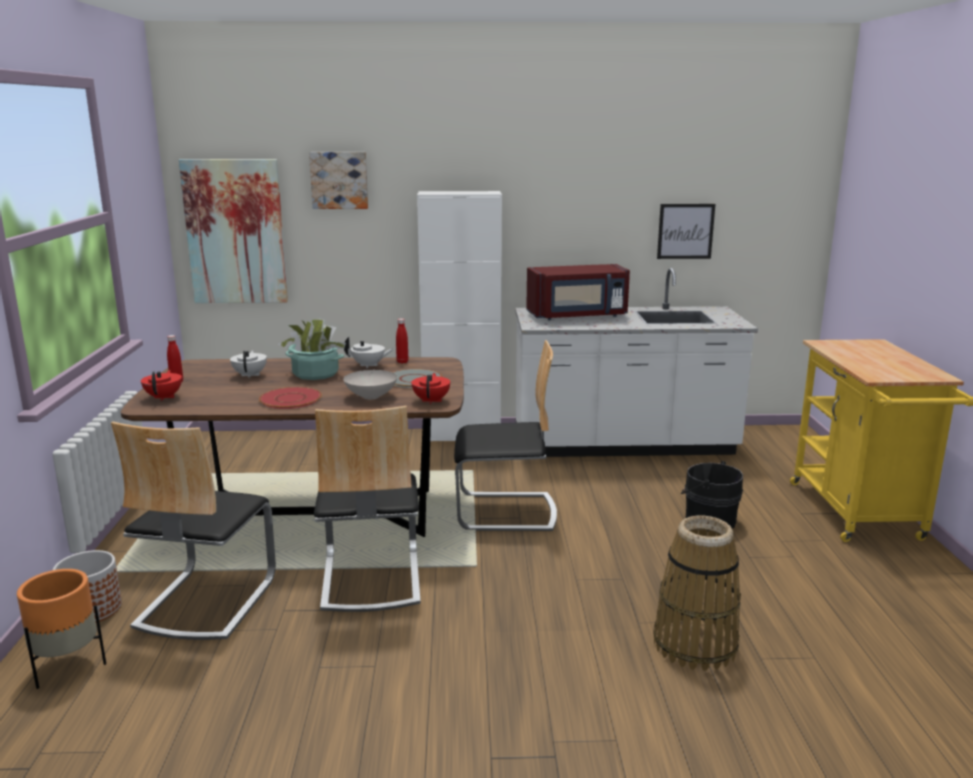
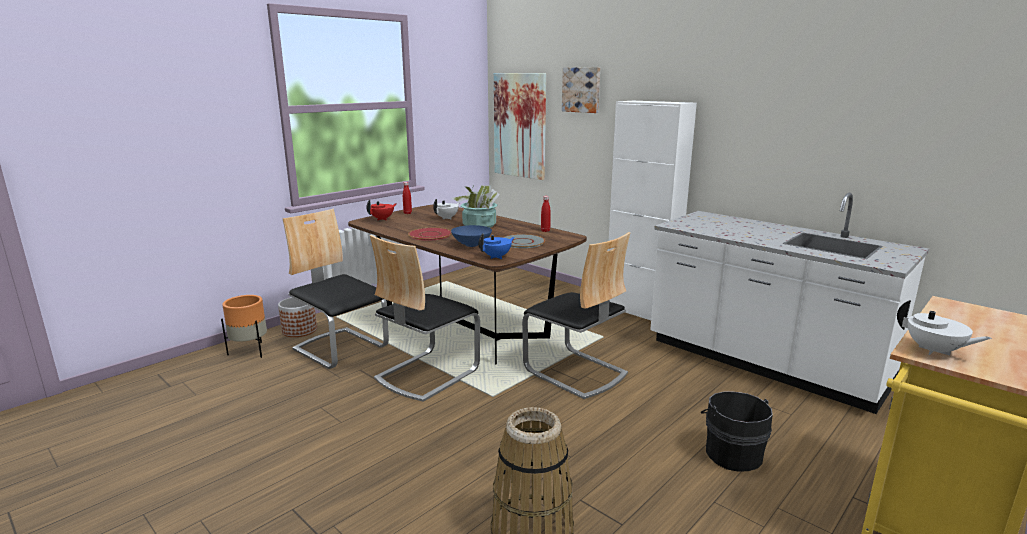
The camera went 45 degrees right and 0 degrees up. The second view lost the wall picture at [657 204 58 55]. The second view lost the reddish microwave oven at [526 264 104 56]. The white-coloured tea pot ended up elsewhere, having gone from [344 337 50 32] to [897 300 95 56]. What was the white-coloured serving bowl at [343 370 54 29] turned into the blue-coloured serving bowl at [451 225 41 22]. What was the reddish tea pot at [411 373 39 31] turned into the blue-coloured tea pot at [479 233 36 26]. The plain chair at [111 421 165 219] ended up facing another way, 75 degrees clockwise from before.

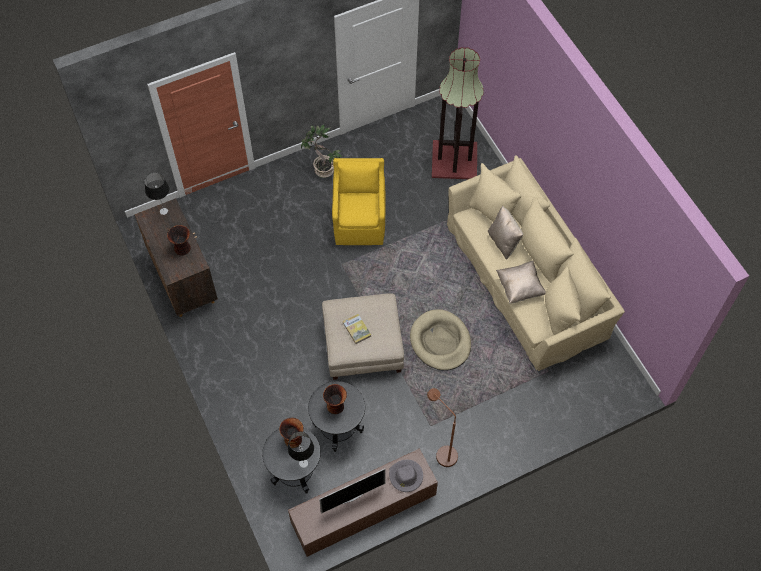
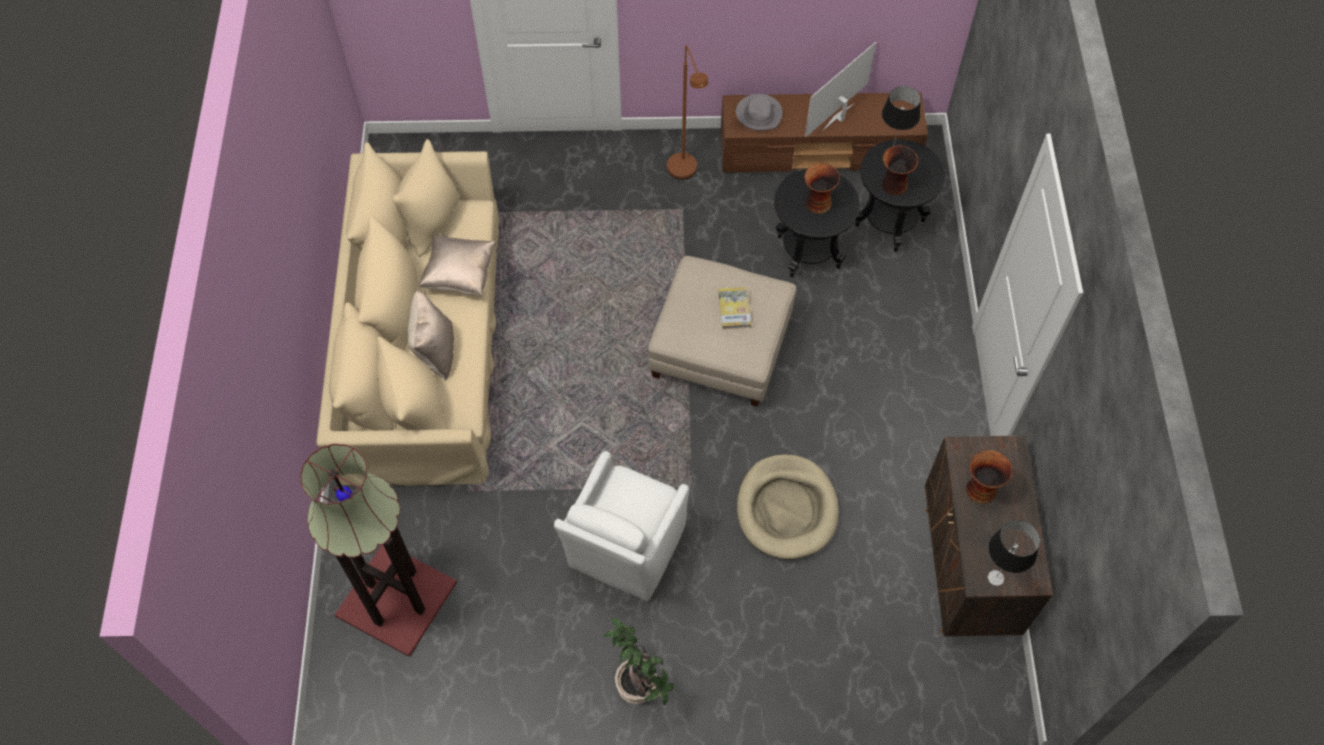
The camera went 155 degrees left and 0 degrees up. What was the yellow-coloured lounge chair at [332 158 54 87] turned into the white-coloured lounge chair at [554 451 135 150]. The sand-coloured dog bed ended up elsewhere, having gone from [410 309 61 61] to [737 454 102 106]. The television at [319 469 67 45] ended up facing another way, 45 degrees counterclockwise from before.

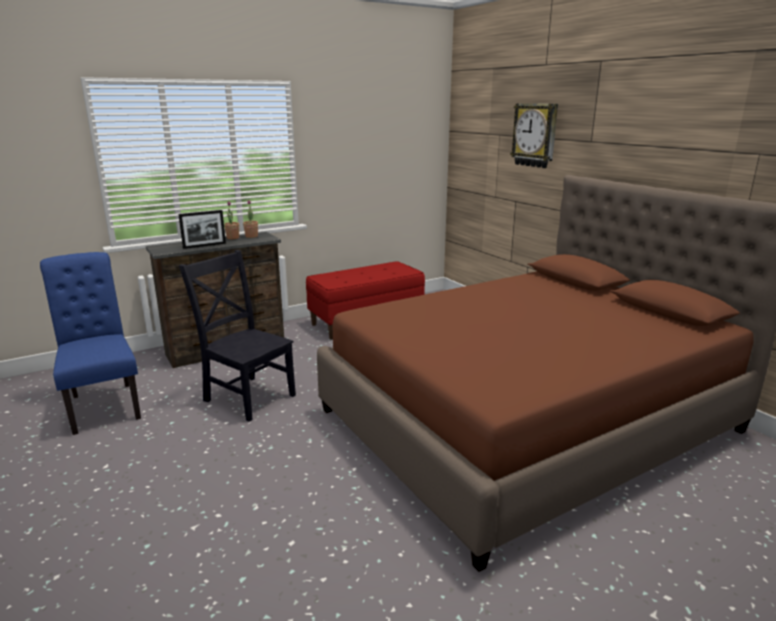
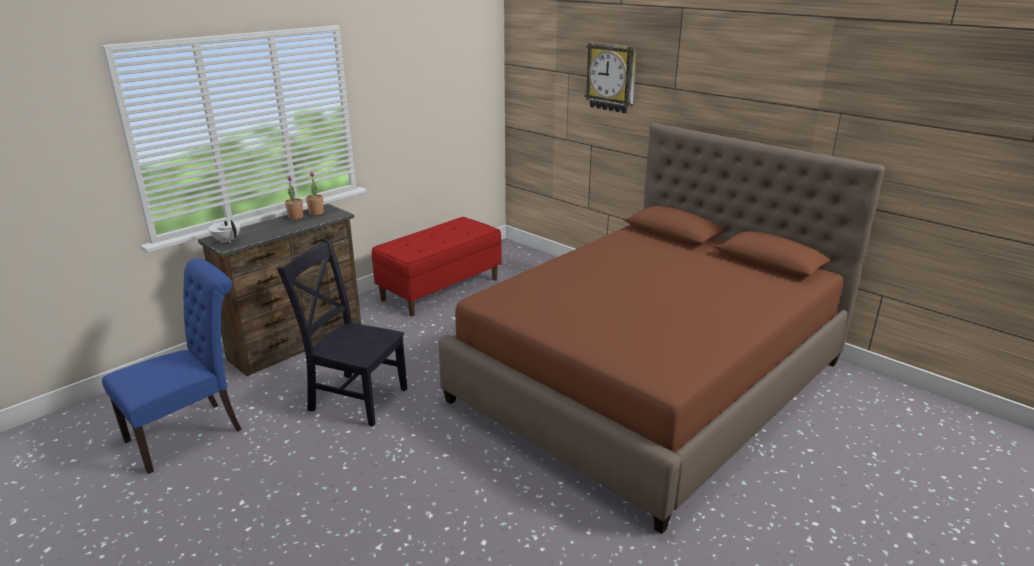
The camera went 15 degrees left and 5 degrees up. The second view lost the standing frame at [178 210 48 39]. The blue-coloured plain chair at [40 252 101 183] ended up facing another way, 90 degrees clockwise from before. The second view gained the white-coloured tea pot at [208 220 32 23].

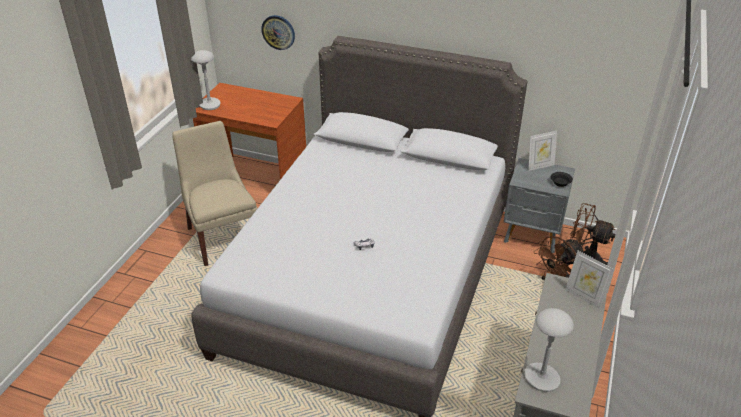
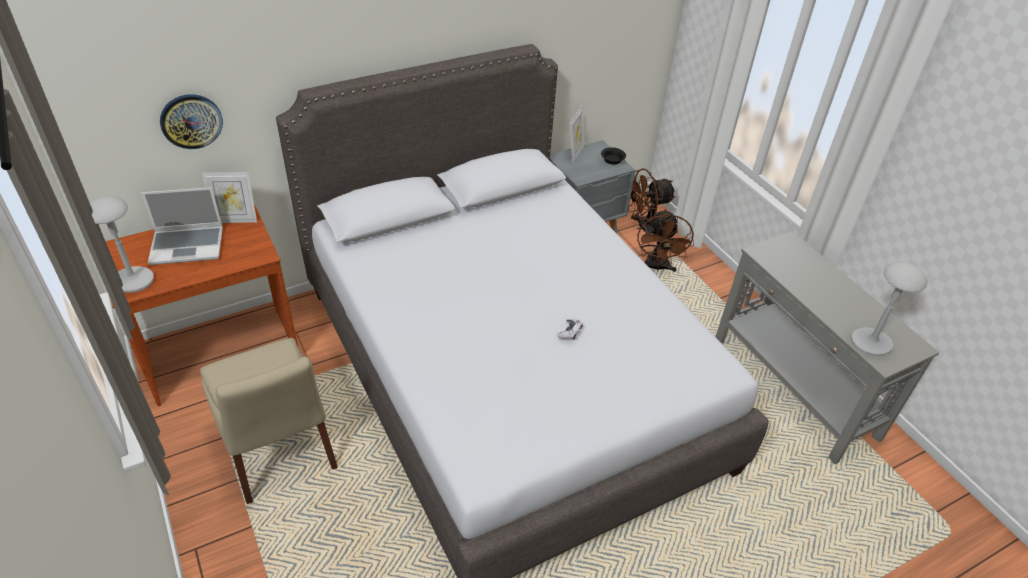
The camera went 50 degrees left and 5 degrees up. The sand-coloured plain chair at [172 121 85 145] ended up facing another way, 135 degrees counterclockwise from before. The standing frame ended up elsewhere, having gone from [565 251 49 58] to [202 172 55 51]. The second view gained the notebook computer at [141 187 82 78].

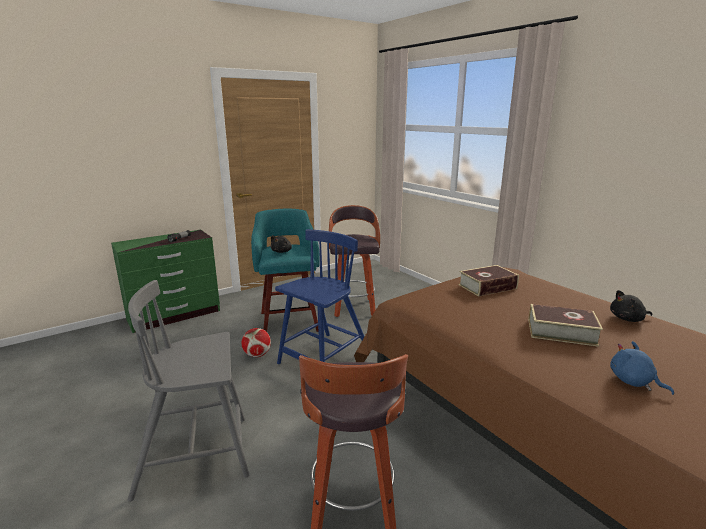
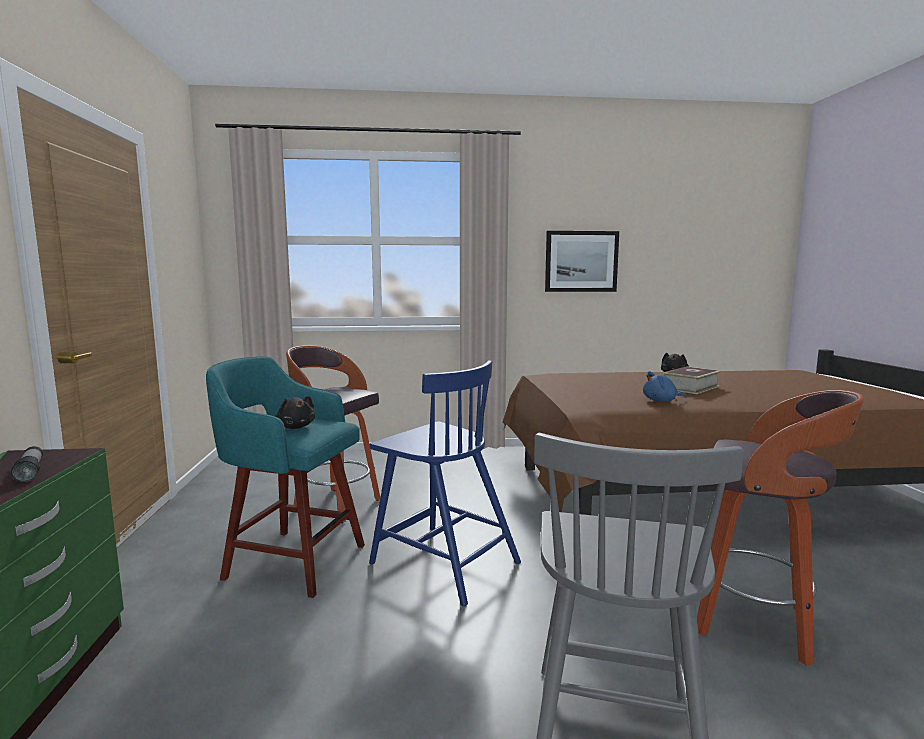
The camera went 60 degrees left and 10 degrees down. The blue-coloured plain chair at [275 229 90 135] ended up facing another way, 150 degrees clockwise from before. The second view lost the book at [458 265 61 32]. The second view lost the football ball at [242 328 29 29]. The blue-coloured cuddly toy ended up elsewhere, having gone from [610 341 64 54] to [643 371 43 31]. The second view gained the wall picture at [545 231 74 61].

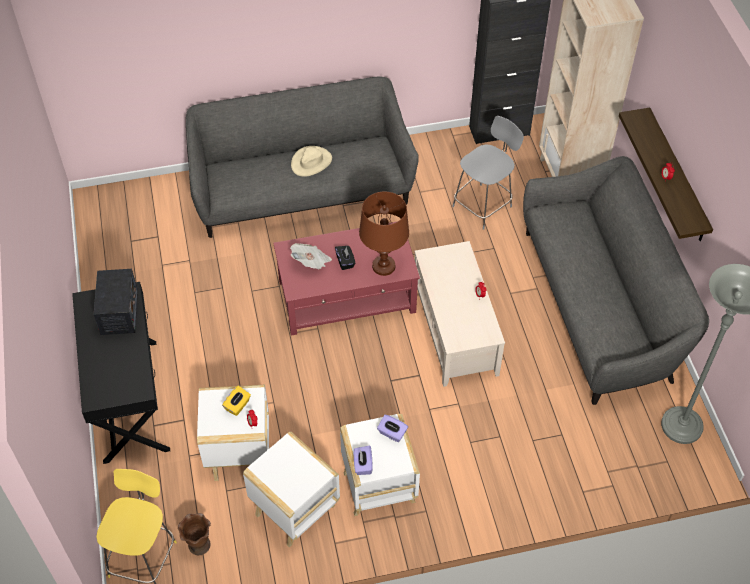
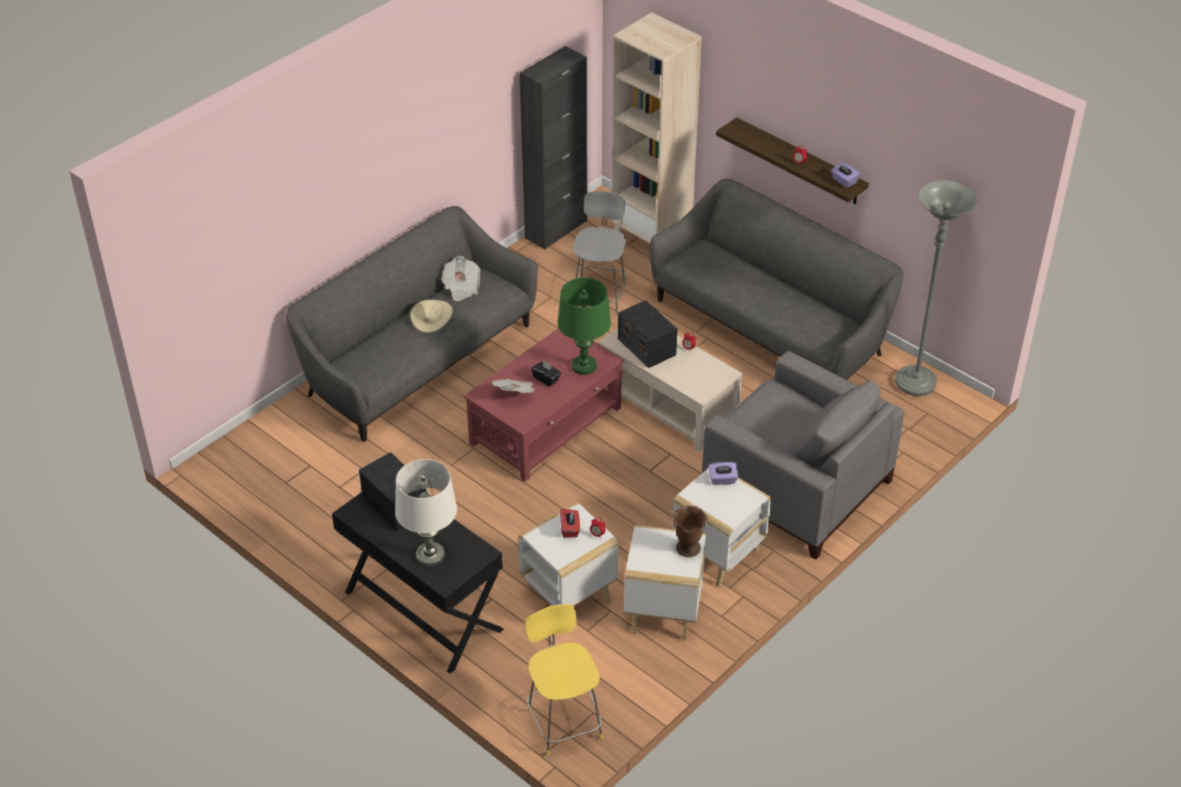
The camera went 35 degrees left and 10 degrees down. What was the brown-coloured tabletop lamp at [359 191 50 85] turned into the green tabletop lamp at [558 278 53 97]. What was the yellow-coloured tissue holder at [222 386 29 30] turned into the reddish tissue holder at [560 509 20 29]. The purplish tissue holder ended up elsewhere, having gone from [354 446 19 29] to [831 162 29 26]. The brown-coloured decorative vase ended up elsewhere, having gone from [178 513 33 42] to [672 506 36 51]. The second view gained the newspaper at [441 256 40 45]. The second view gained the radio set at [618 300 59 68]. The second view gained the gray lounge chair at [702 351 203 209]. The second view gained the white-coloured tabletop lamp at [395 459 62 107].

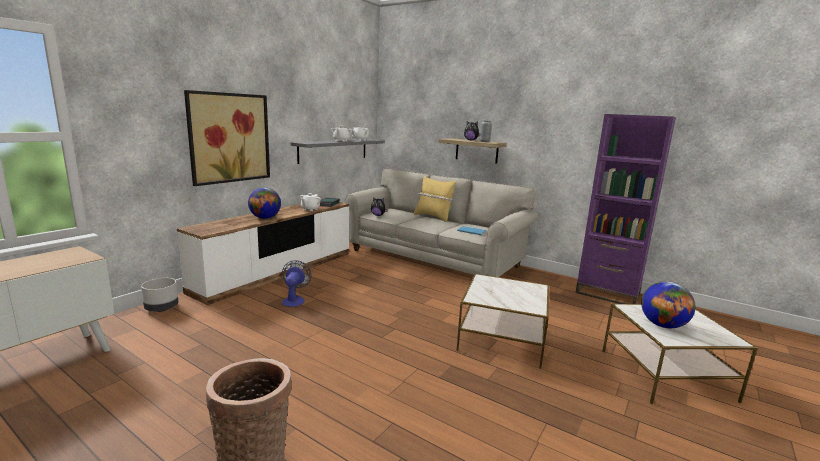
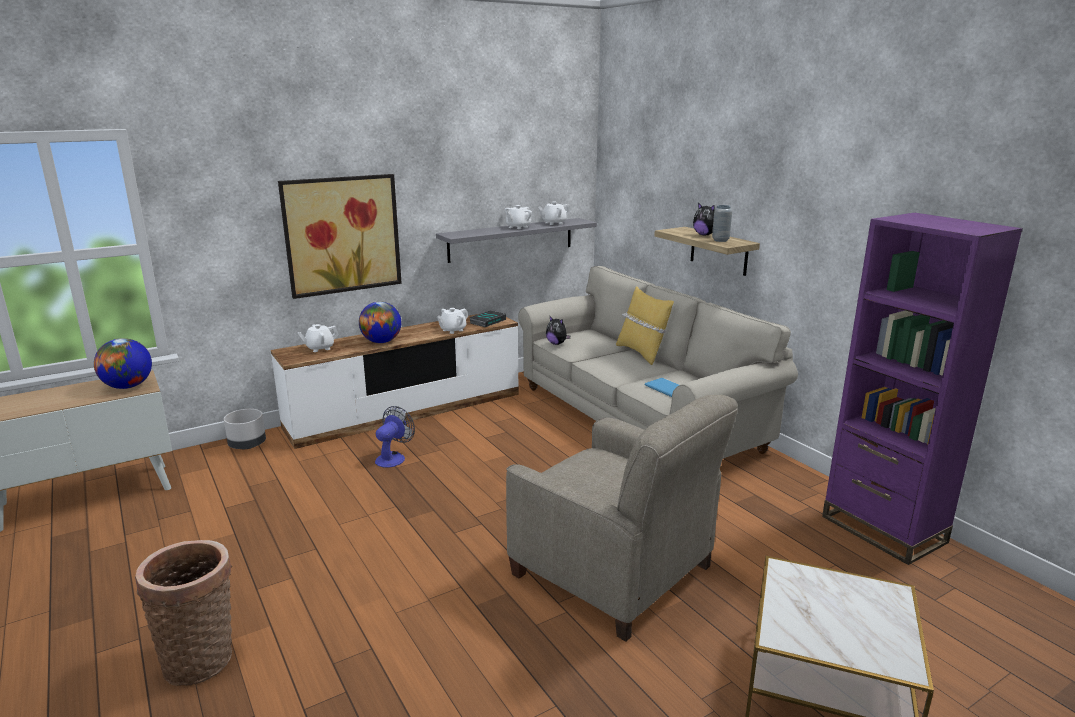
The camera went 25 degrees right and 5 degrees up. Where the accent table stood at [456 274 93 95], the sand-coloured lounge chair came to stand at [506 395 232 247]. The globe ended up elsewhere, having gone from [641 281 54 47] to [94 338 58 51]. The second view gained the white-coloured tea pot at [298 324 41 28].

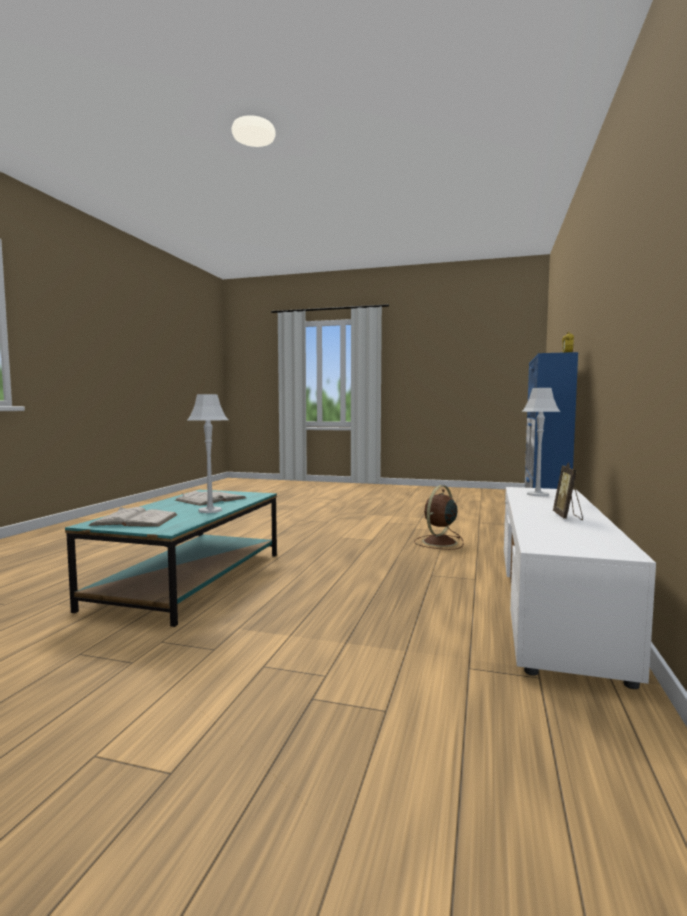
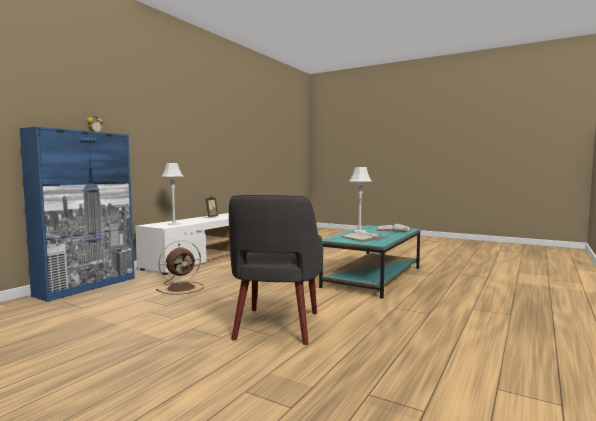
The camera went 165 degrees left and 0 degrees up. The second view gained the gray lounge chair at [229 195 94 150].

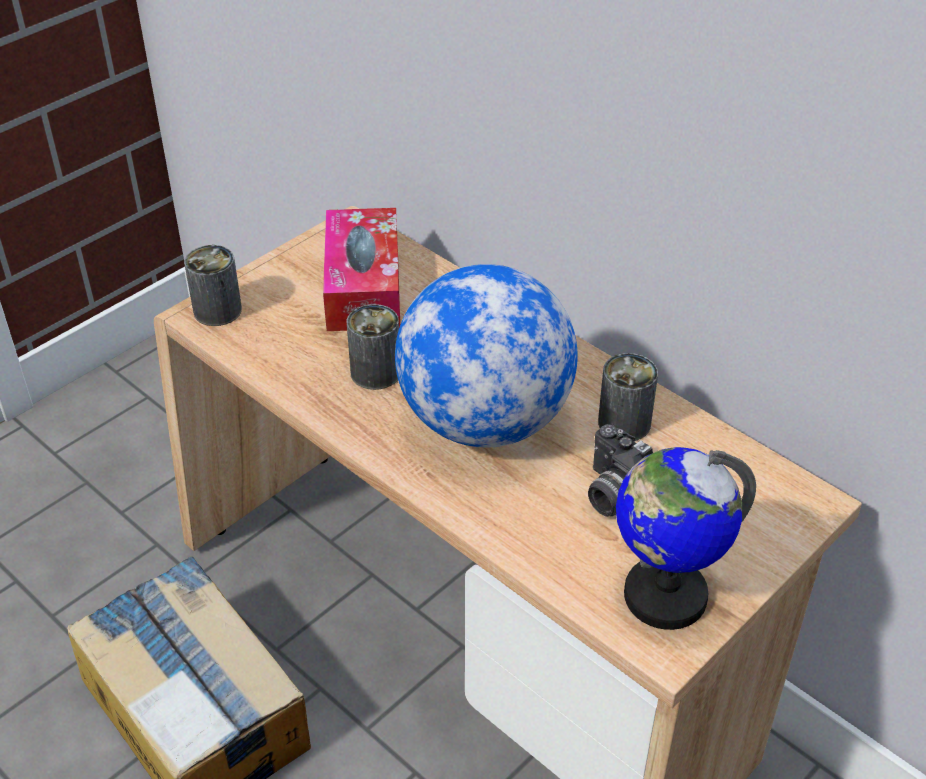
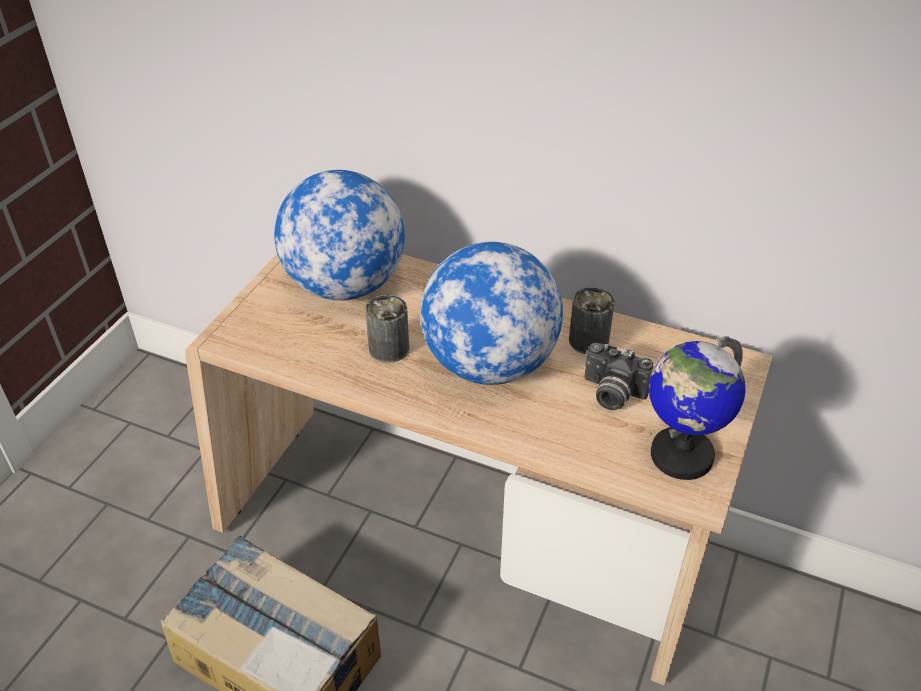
The camera went 20 degrees left and 0 degrees up. Where the tissue holder stood at [323 208 77 123], the globe came to stand at [274 170 131 131]. The second view lost the sealed can at [184 245 58 81].

